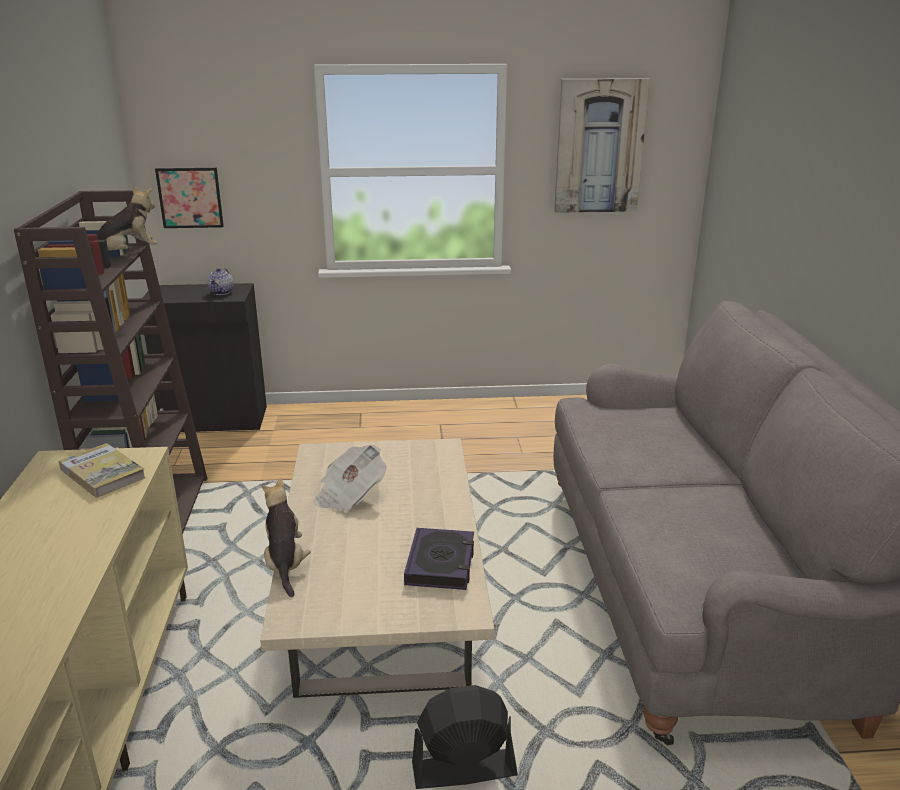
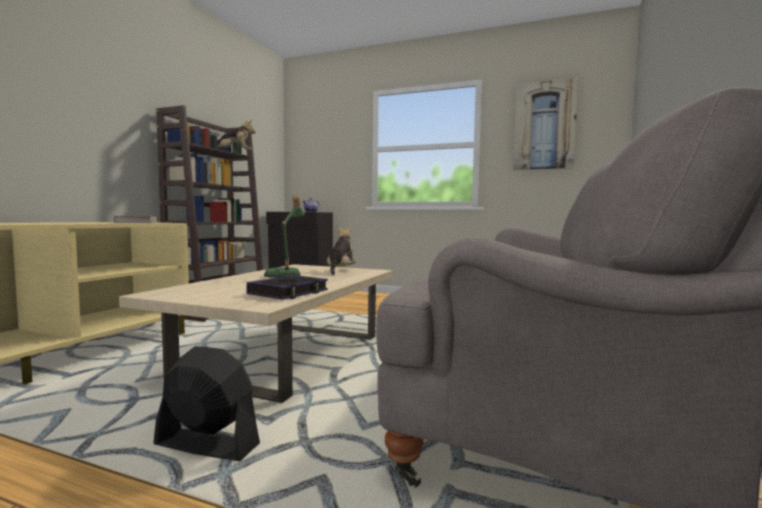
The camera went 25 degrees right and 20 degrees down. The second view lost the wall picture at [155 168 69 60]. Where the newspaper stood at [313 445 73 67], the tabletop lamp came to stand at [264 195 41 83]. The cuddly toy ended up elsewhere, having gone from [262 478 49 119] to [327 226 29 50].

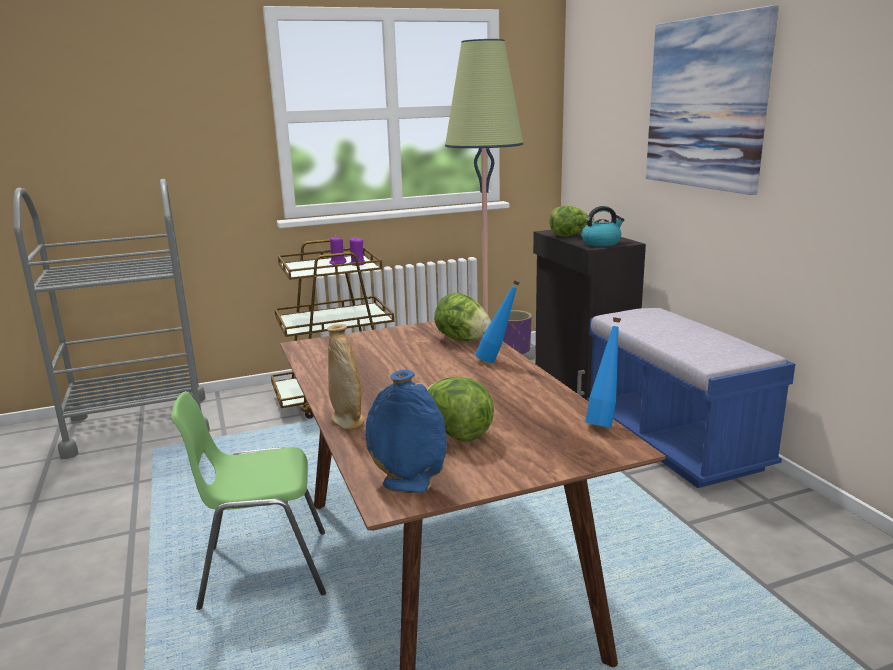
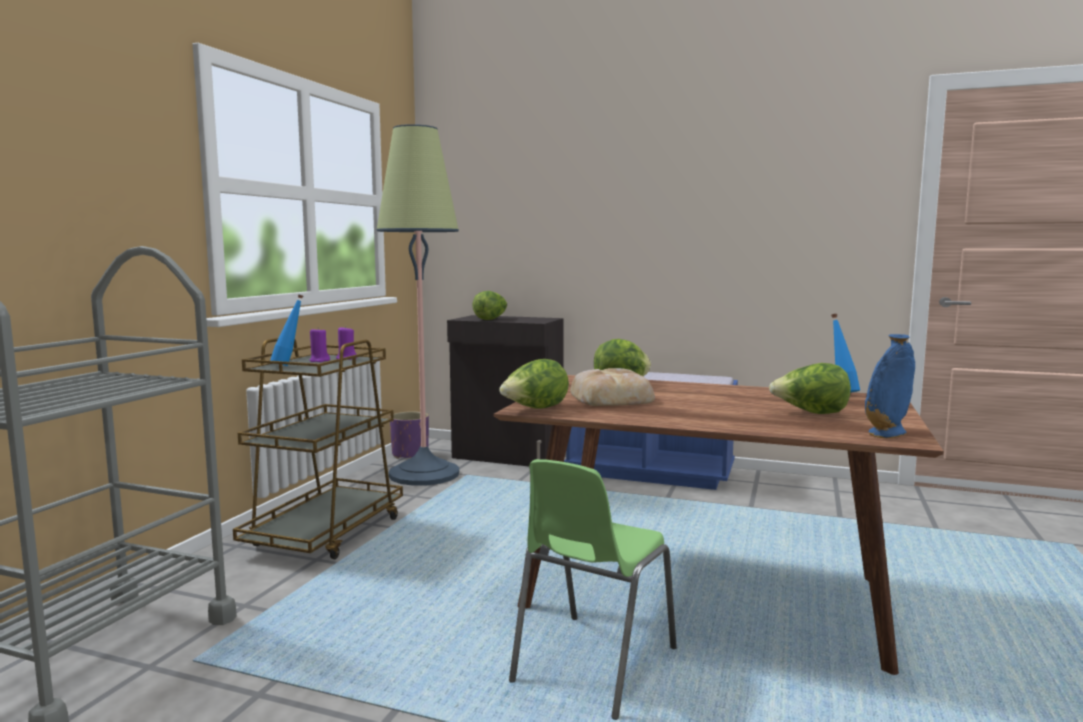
The camera went 50 degrees left and 10 degrees down. The second view lost the wall picture at [646 5 133 190]. The second view lost the water kettle at [581 206 43 41]. The blue-coloured bottle ended up elsewhere, having gone from [475 280 45 83] to [270 294 33 72]. The second view lost the sand-coloured decorative vase at [327 324 37 106]. The second view gained the lettuce at [499 359 70 50]. The second view gained the bread at [570 368 85 38].

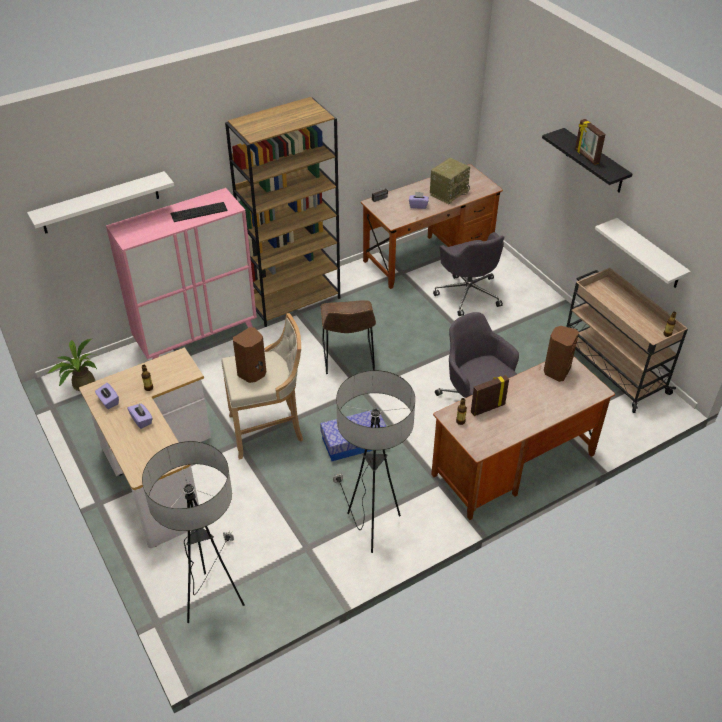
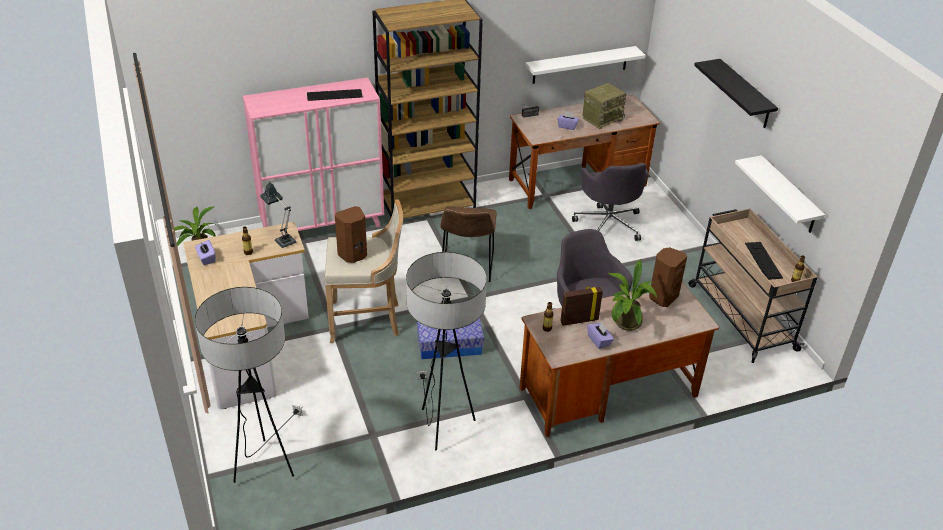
The camera went 10 degrees right and 5 degrees down. The second view lost the standing frame at [575 119 31 46]. The white-coloured wall shelf ended up elsewhere, having gone from [27 171 147 63] to [525 46 121 38]. The purplish tissue holder ended up elsewhere, having gone from [127 404 26 25] to [587 322 27 27]. The second view gained the tabletop lamp at [260 182 36 66]. The second view gained the keyboard at [745 242 38 38]. The second view gained the houseplant at [608 259 49 72].

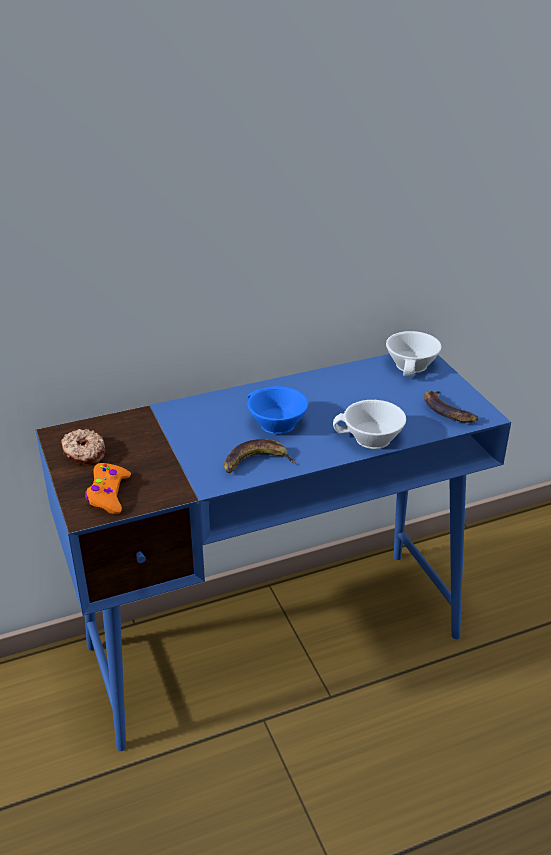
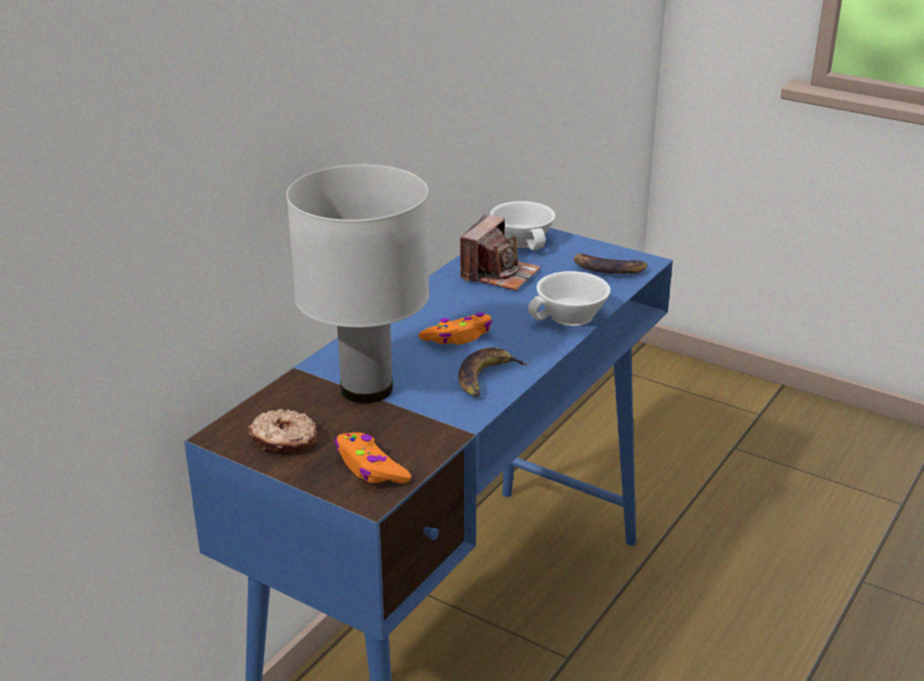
The camera went 35 degrees left and 5 degrees down. Where the blue-coloured drinking cup stood at [247 386 61 48], the orange game controller came to stand at [418 312 75 33]. The second view gained the white-coloured tabletop lamp at [286 164 144 239]. The second view gained the still camera at [460 214 81 77].

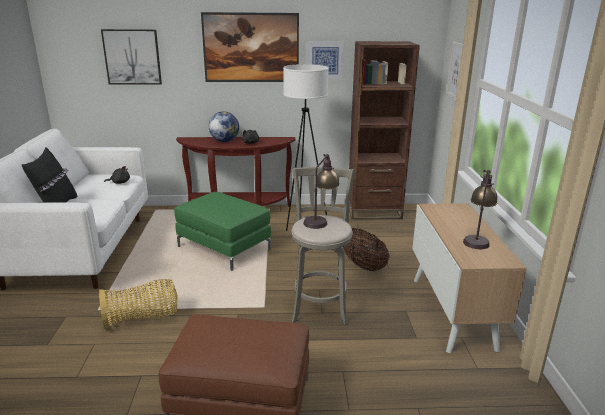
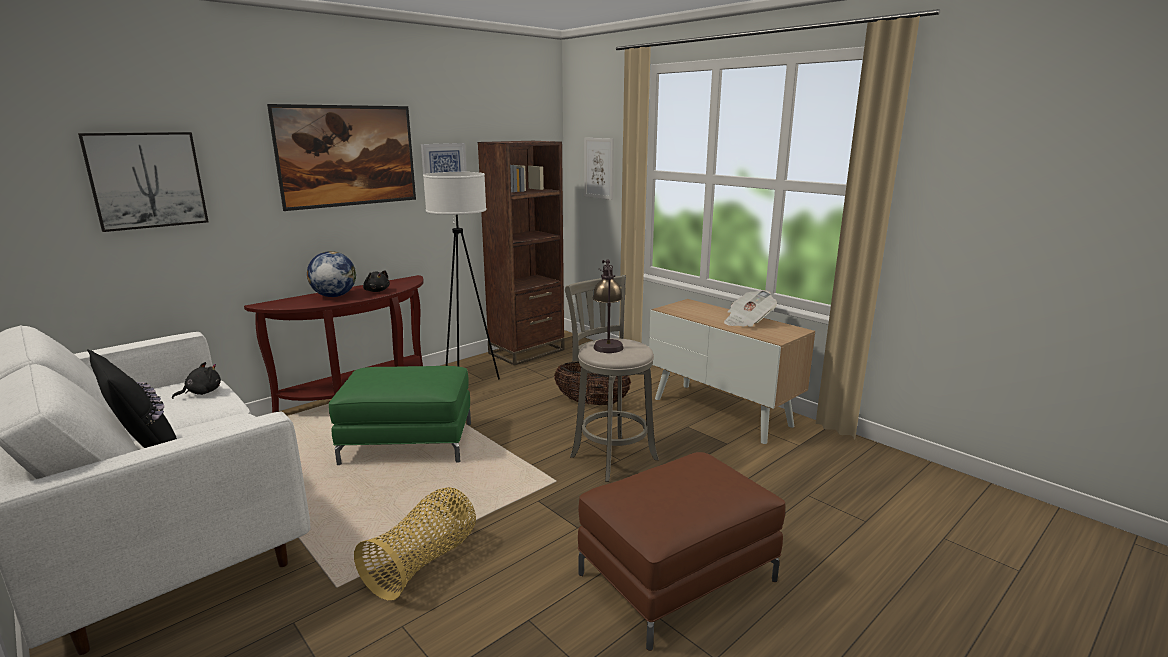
The camera went 40 degrees left and 5 degrees down. Where the tabletop lamp stood at [463 170 35 79], the newspaper came to stand at [724 290 53 37].

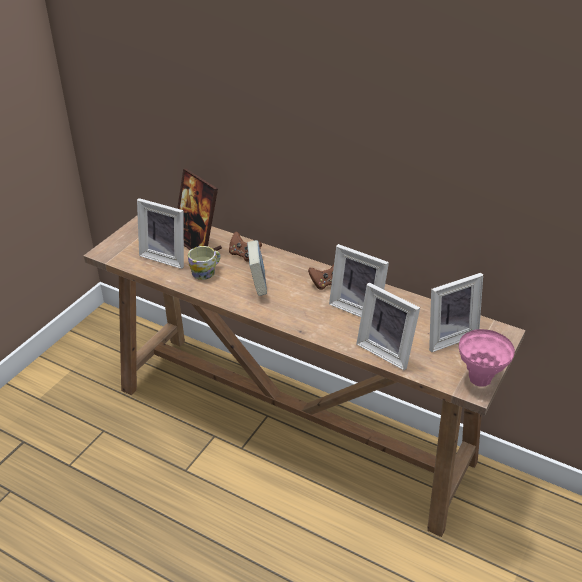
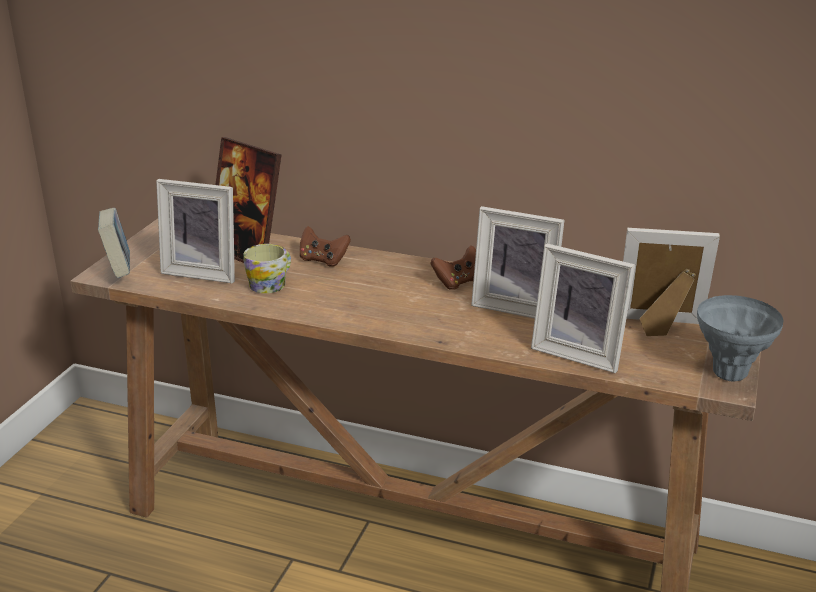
The camera went 10 degrees left and 10 degrees down. The book ended up elsewhere, having gone from [247 240 20 56] to [98 208 32 70]. The standing frame at [429 273 54 79] ended up facing another way, 135 degrees counterclockwise from before. What was the pinkish decorative vase at [459 329 56 58] turned into the gray decorative vase at [697 295 87 86].

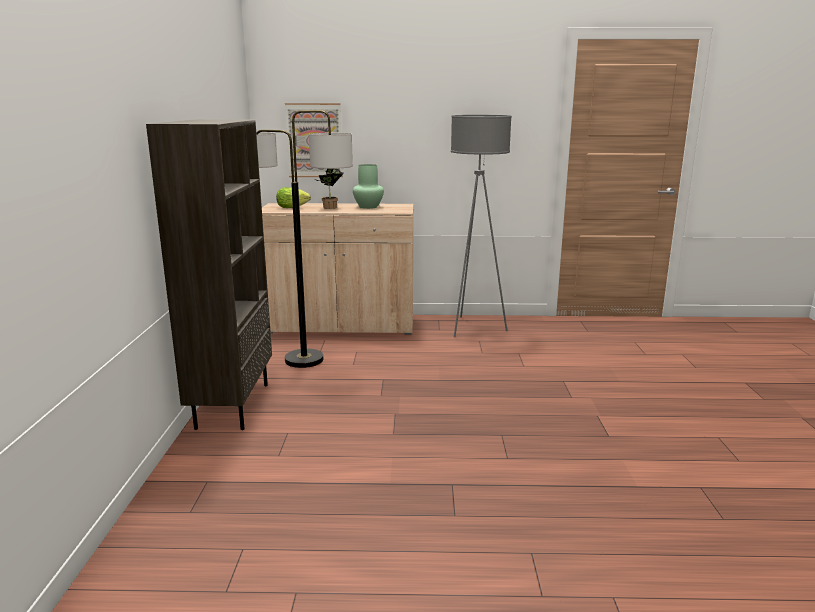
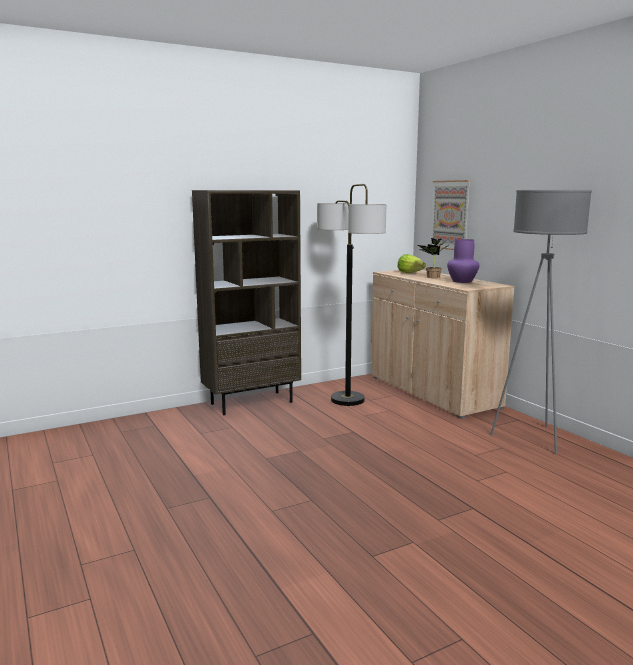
The camera went 60 degrees right and 5 degrees down. What was the green decorative vase at [353 164 31 45] turned into the purplish decorative vase at [447 239 32 44].

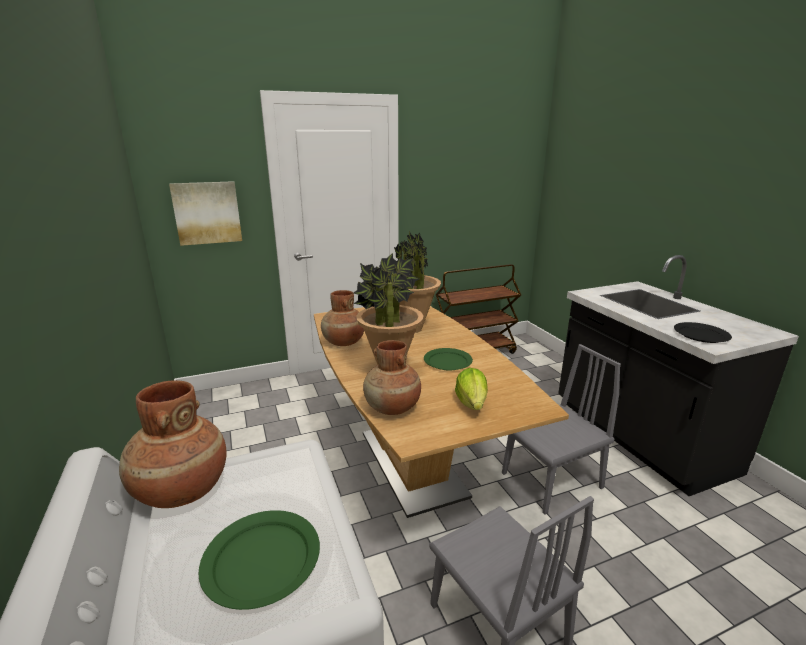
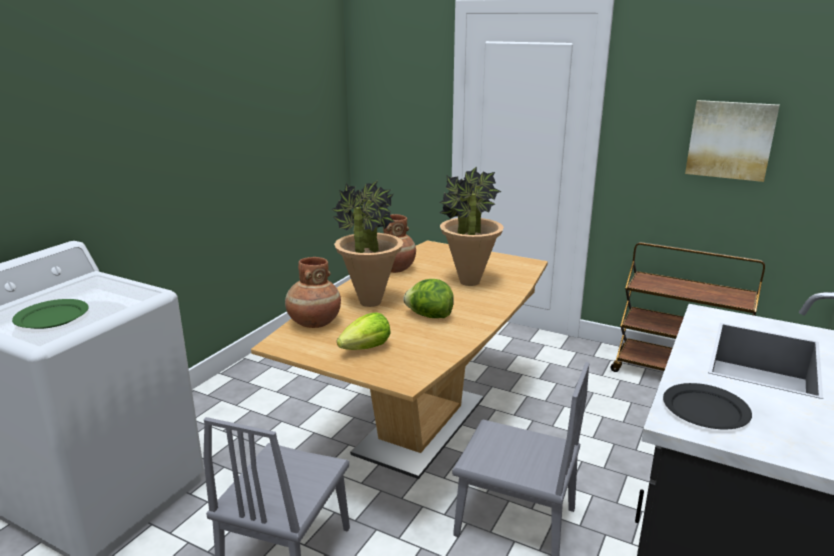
The camera went 50 degrees right and 0 degrees up. The wall picture ended up elsewhere, having gone from [169 181 73 65] to [685 100 95 82]. Where the green dinner plate stood at [424 348 49 22], the lettuce came to stand at [403 279 51 39]. The second view lost the brown-coloured decorative vase at [119 380 108 128].

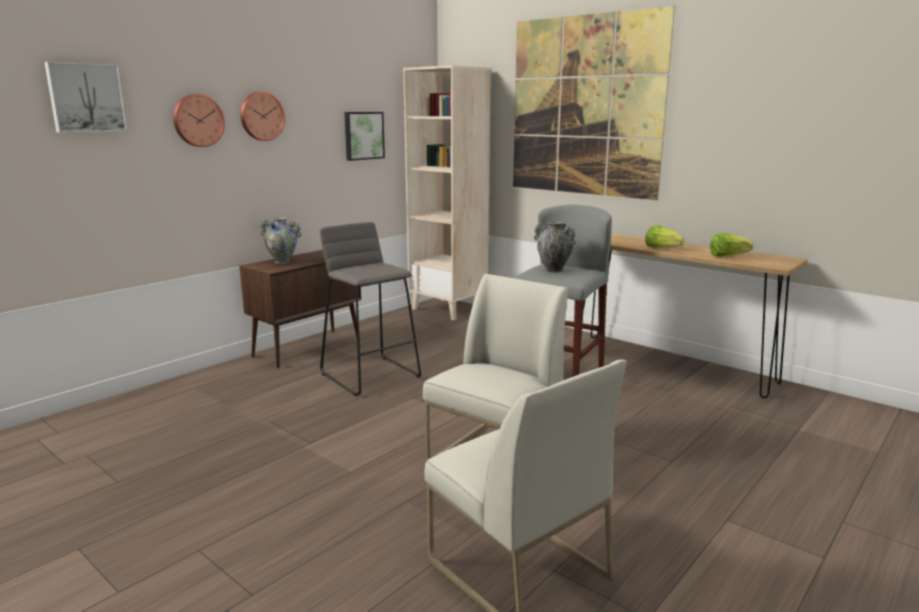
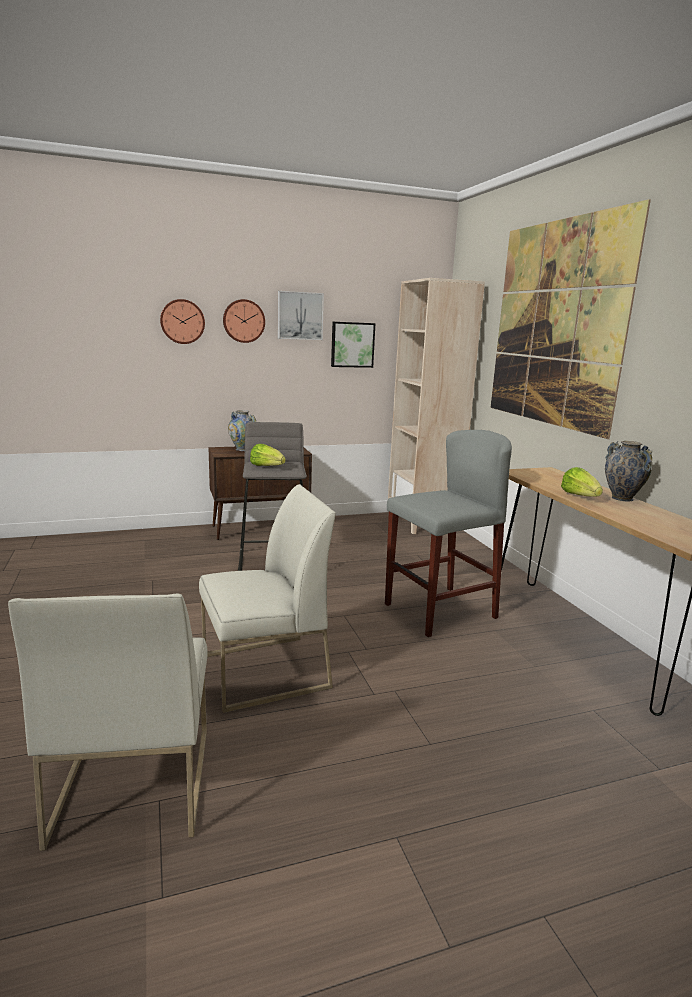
The camera went 30 degrees right and 0 degrees up. The wall picture ended up elsewhere, having gone from [44 62 84 71] to [278 291 46 49]. The decorative vase ended up elsewhere, having gone from [534 221 42 51] to [605 441 47 61]. The lettuce ended up elsewhere, having gone from [710 233 43 24] to [250 444 36 22].

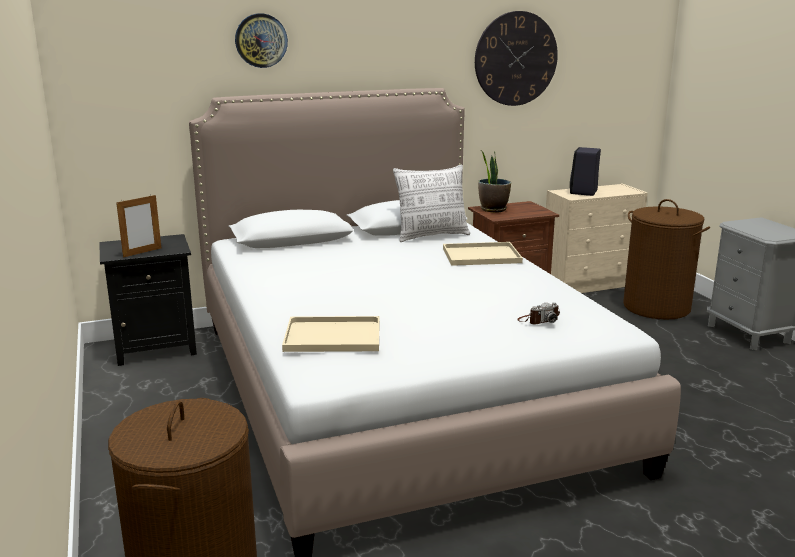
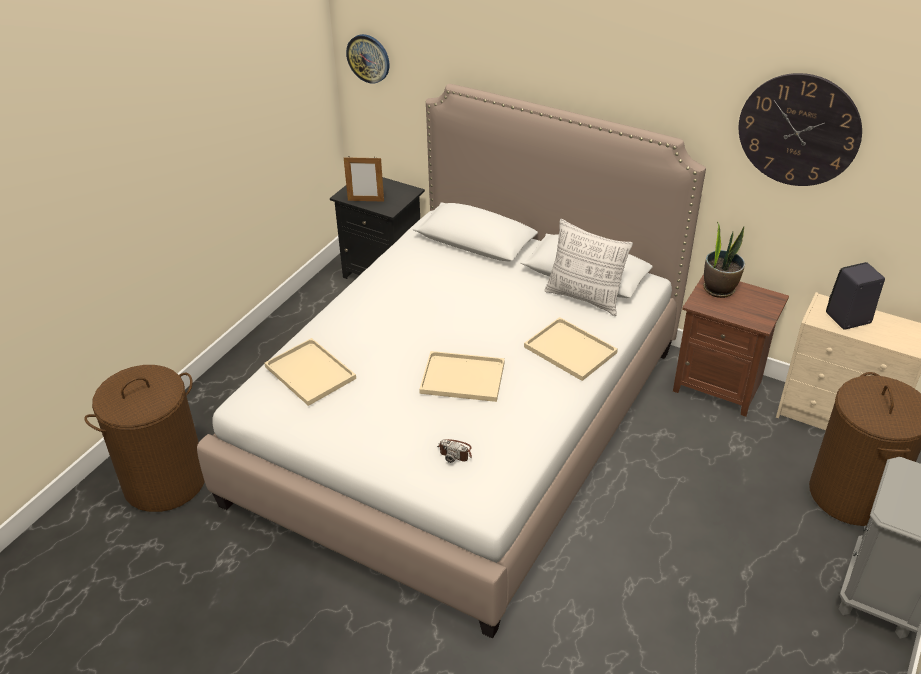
The camera went 50 degrees right and 20 degrees up. The clock on the wall ended up elsewhere, having gone from [235 13 53 55] to [346 34 43 50]. The second view gained the sand-coloured serving tray at [419 351 86 51].

